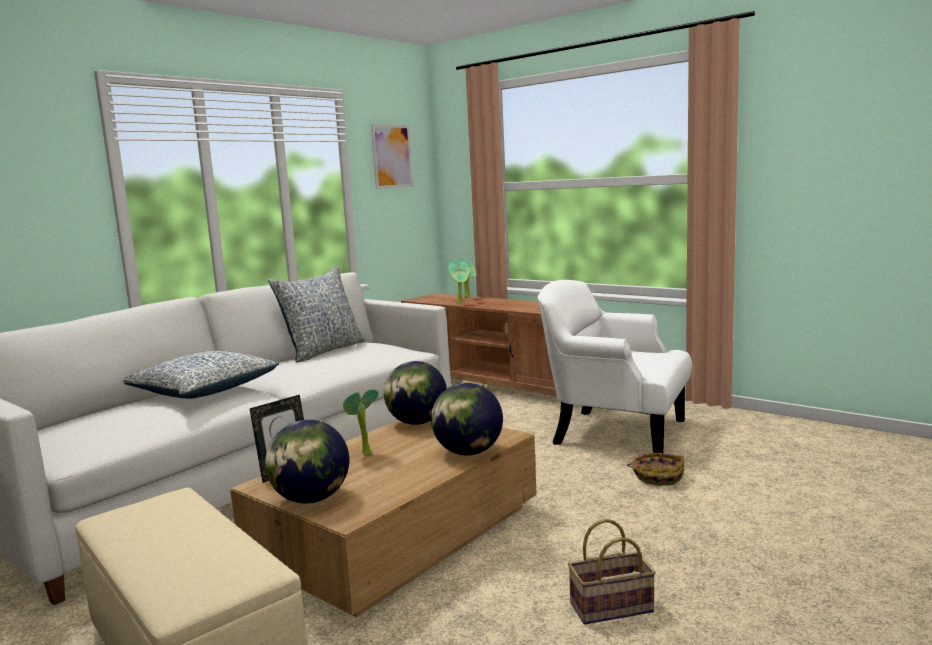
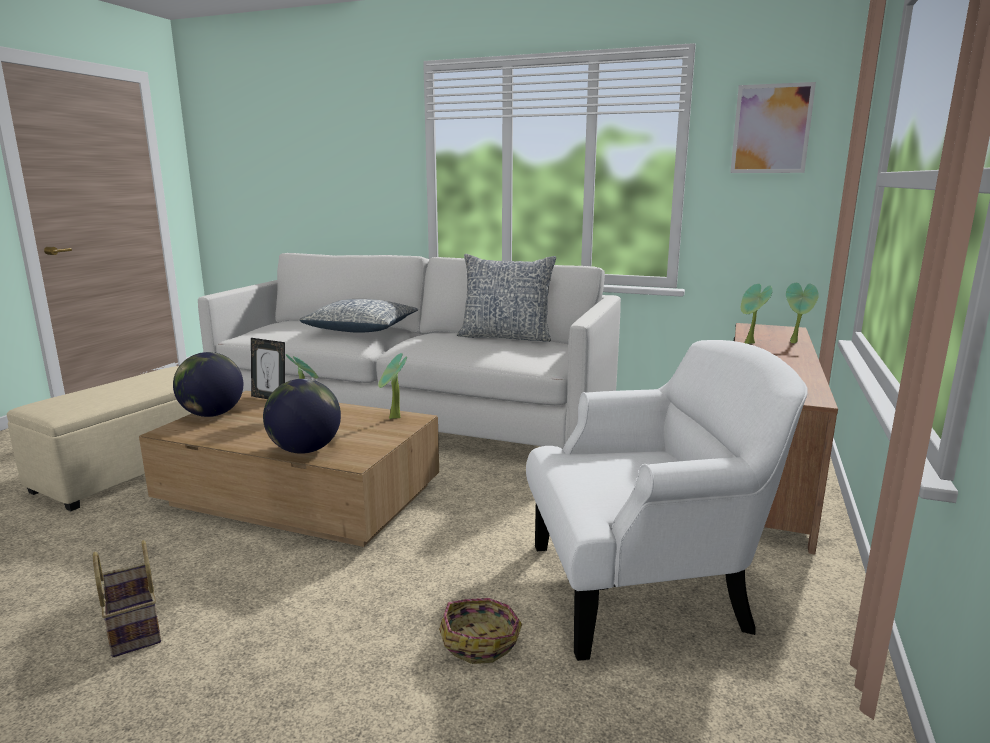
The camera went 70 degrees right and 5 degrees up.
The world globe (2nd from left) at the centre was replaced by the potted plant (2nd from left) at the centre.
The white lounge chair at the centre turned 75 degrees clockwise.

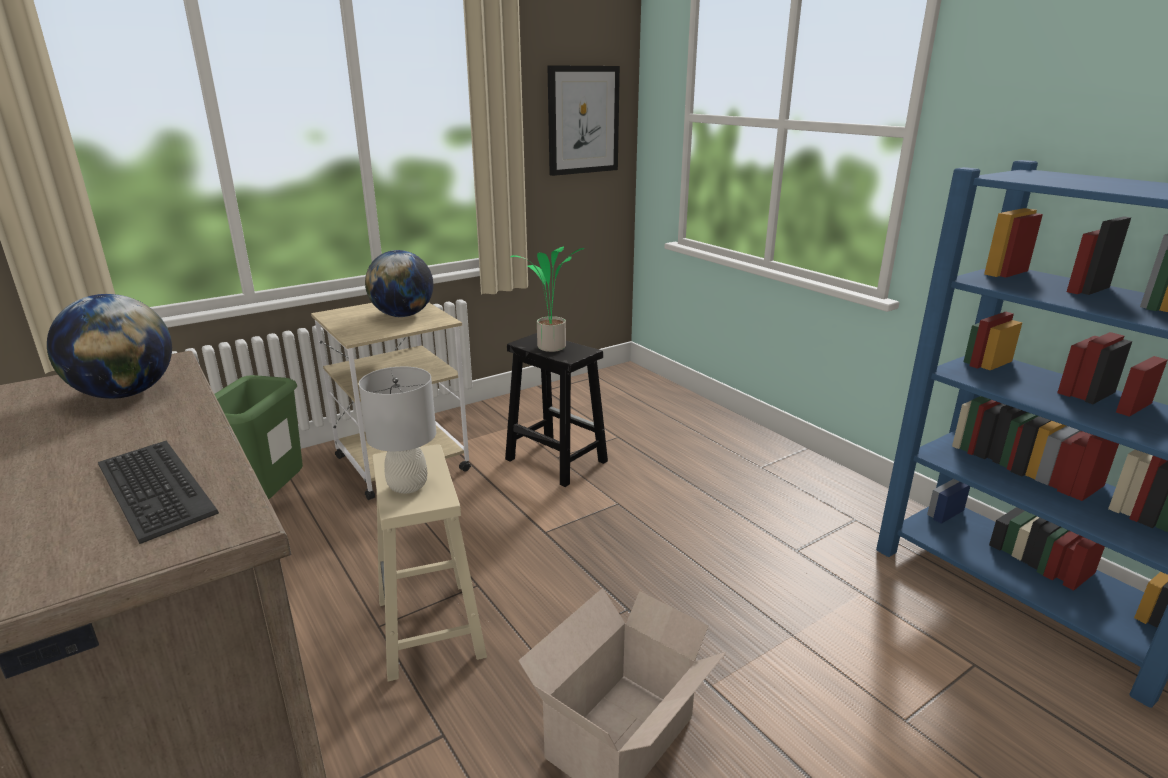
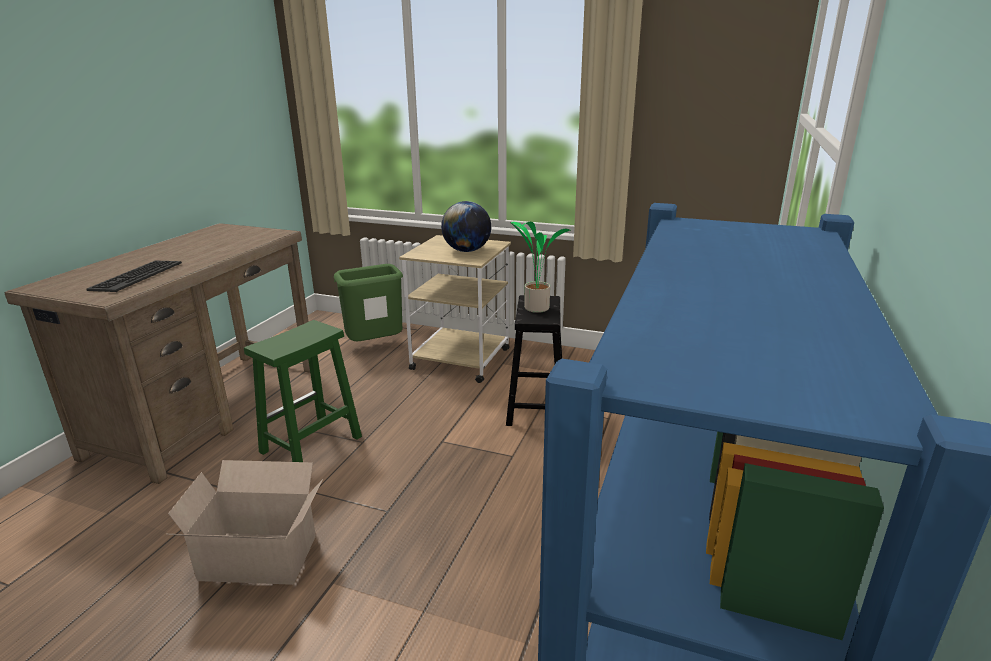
The camera went 55 degrees right and 0 degrees up.
The world globe (1st from left) at the middle left disappeared.
The greyish lamp for a table at the centre disappeared.
The beige-coloured stool seat at the bottom centre became the greenish stool seat at the middle left.
The wall art at the top centre disappeared.

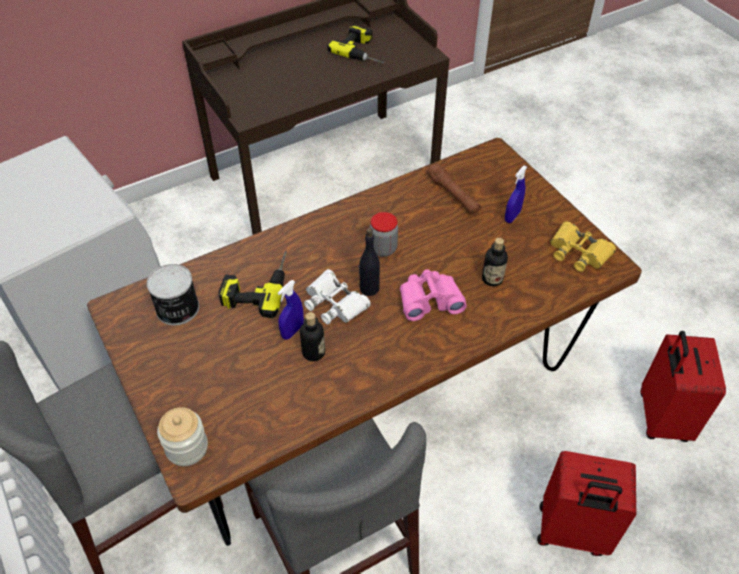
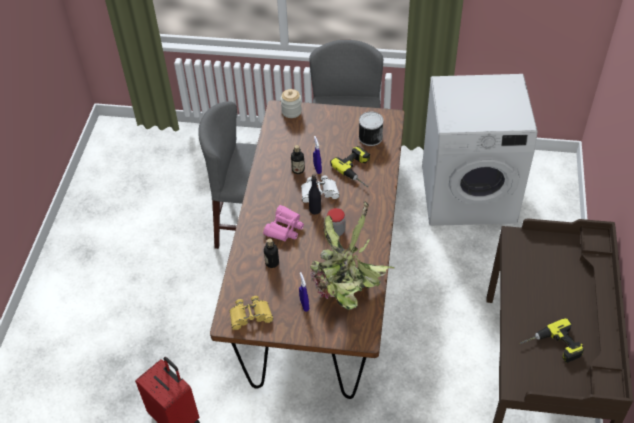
The camera went 130 degrees right and 0 degrees up.
The brown-coloured flashlight at the top centre was replaced by the potted plant at the centre.
The red suitcase (1st from left) at the bottom right disappeared.

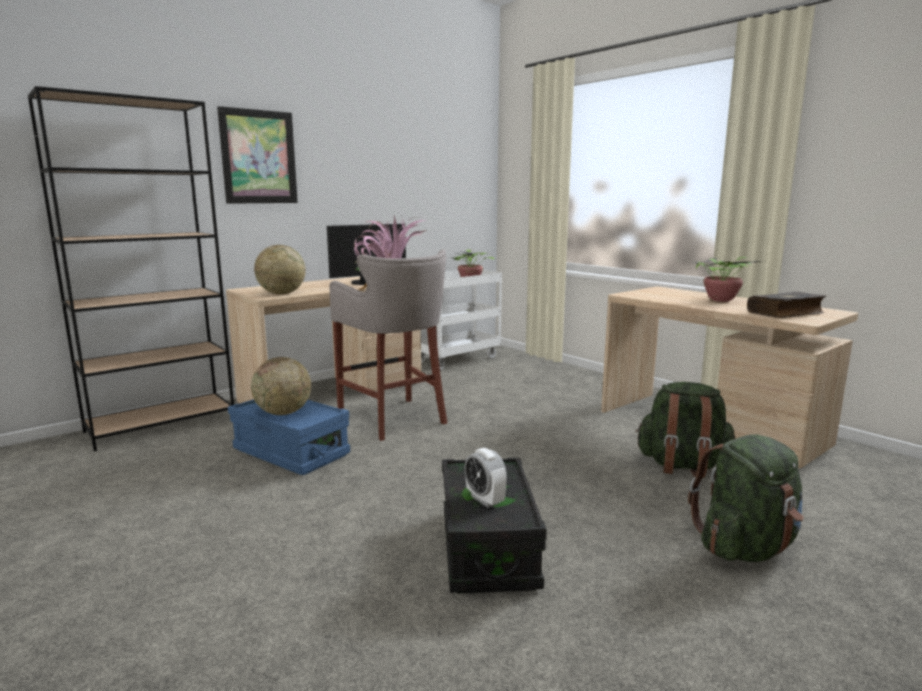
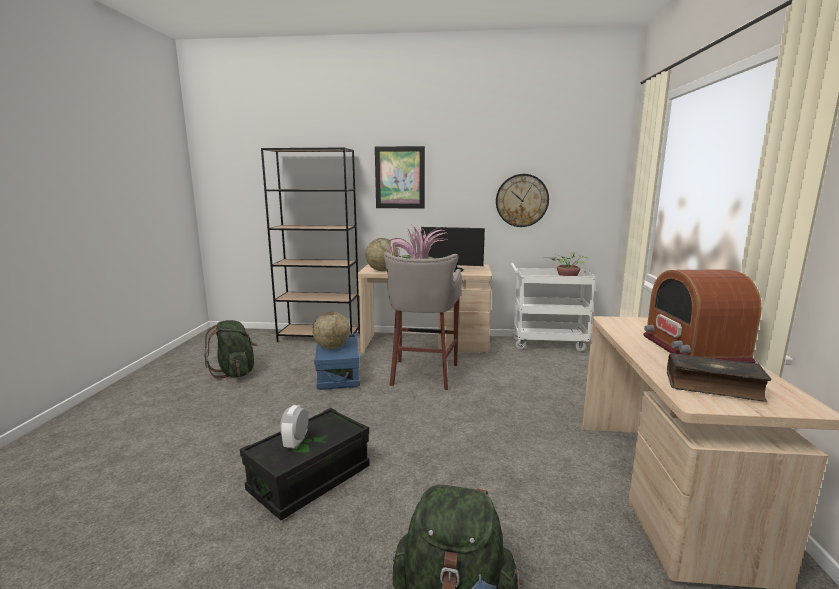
The camera went 45 degrees right and 0 degrees up.
The greenish rucksack (1st from left) moved from the middle right to the middle left.
The potted plant (3rd from left) at the middle right was replaced by the radio receiver at the middle right.
The hanging clock at the centre appeared.

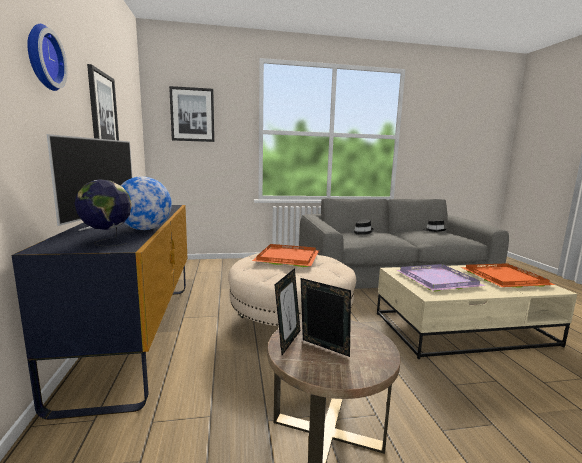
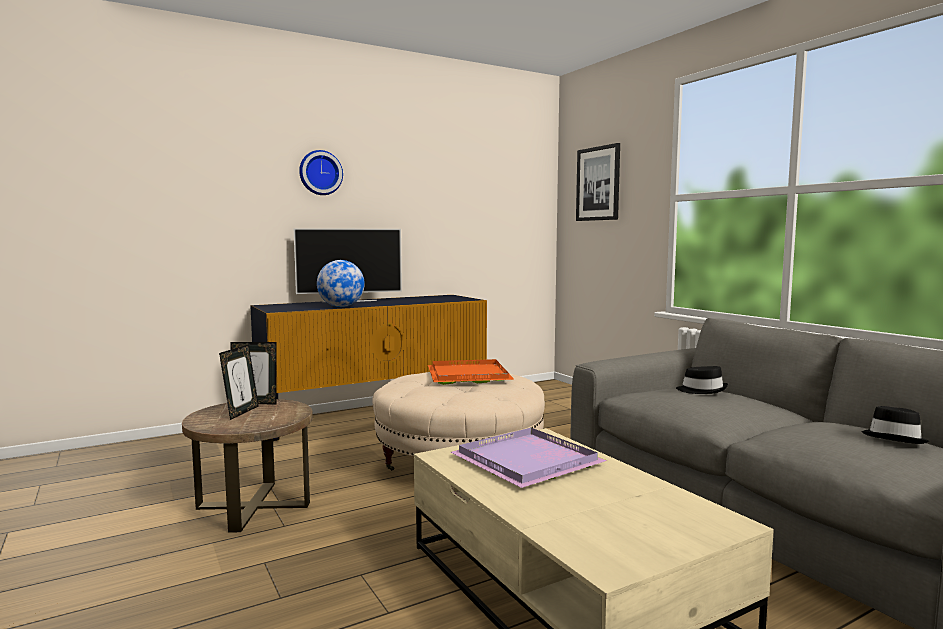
The camera went 70 degrees right and 5 degrees down.
The world globe (1st from left) at the middle left disappeared.
The wall art (1st from left) at the top left disappeared.
The orangey carrying tray (2nd from left) at the middle right disappeared.

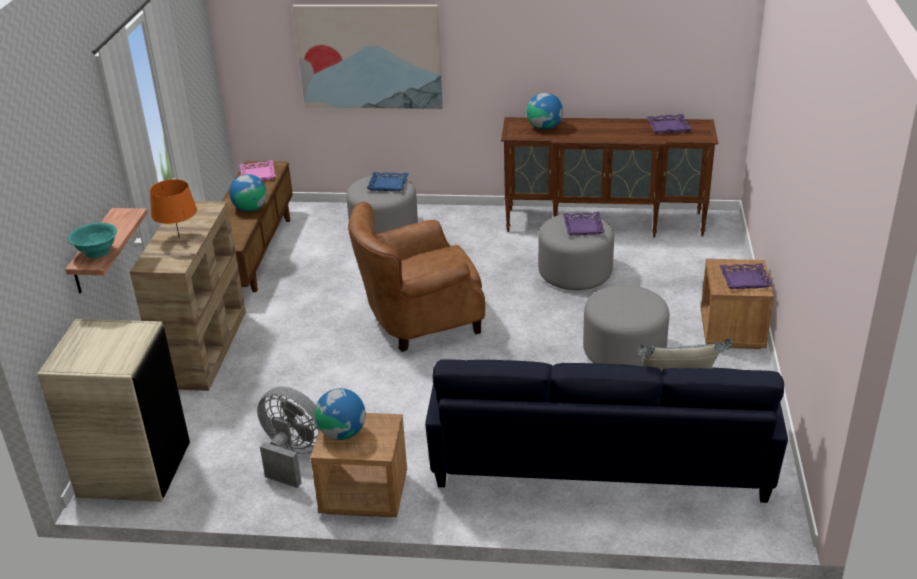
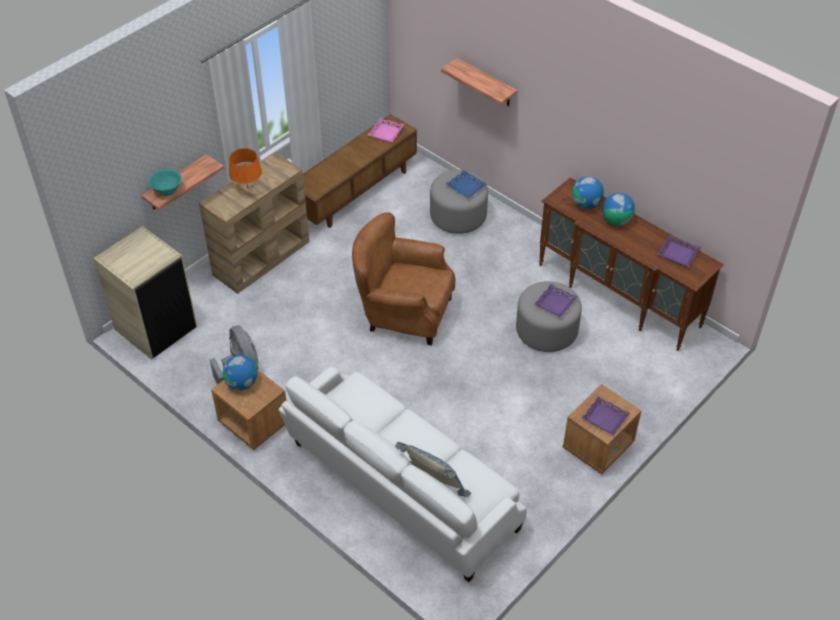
The camera went 35 degrees right and 15 degrees up.
The world globe (1st from left in the first image) moved from the middle left to the middle right.
The wall art at the top centre was replaced by the wall shelf (2nd from left) at the top centre.
The blue-coloured settee at the bottom centre became the white settee at the bottom centre.
The greyish footrest (3rd from left) at the middle right disappeared.

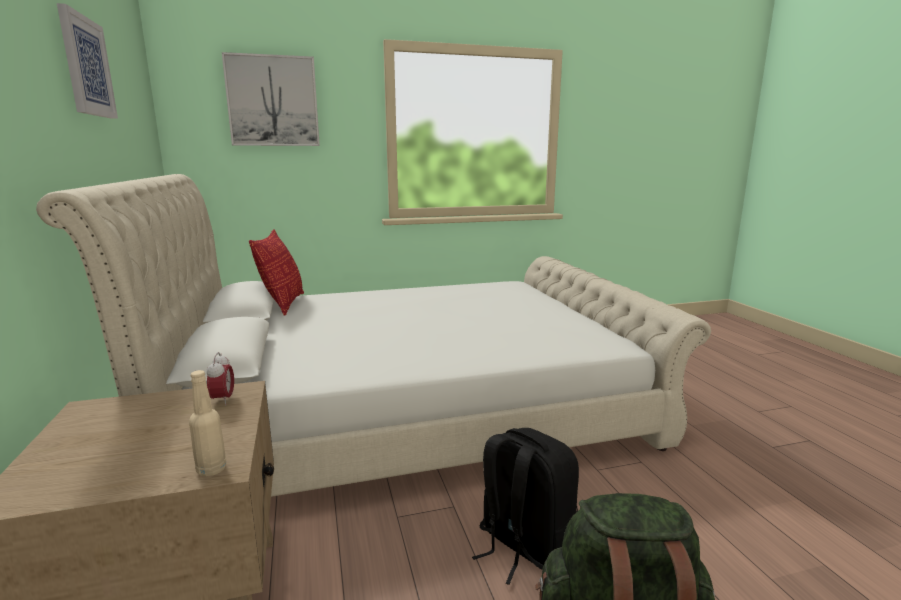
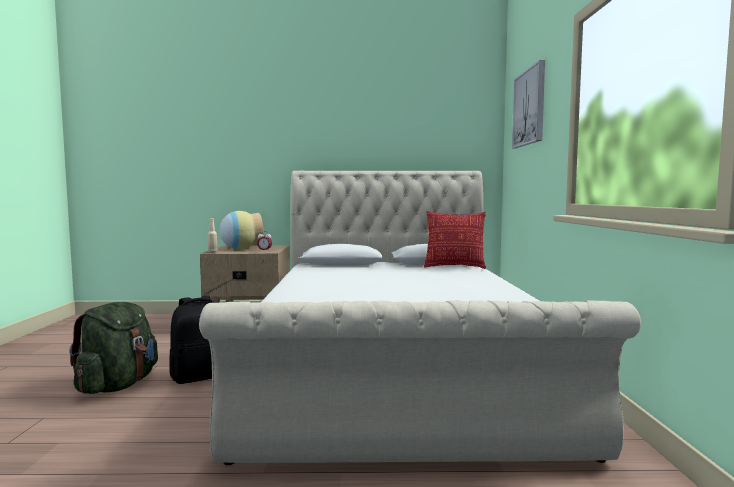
The camera went 105 degrees right and 10 degrees down.
The wall art (1st from left) at the top left disappeared.
The decorative vase at the middle left appeared.

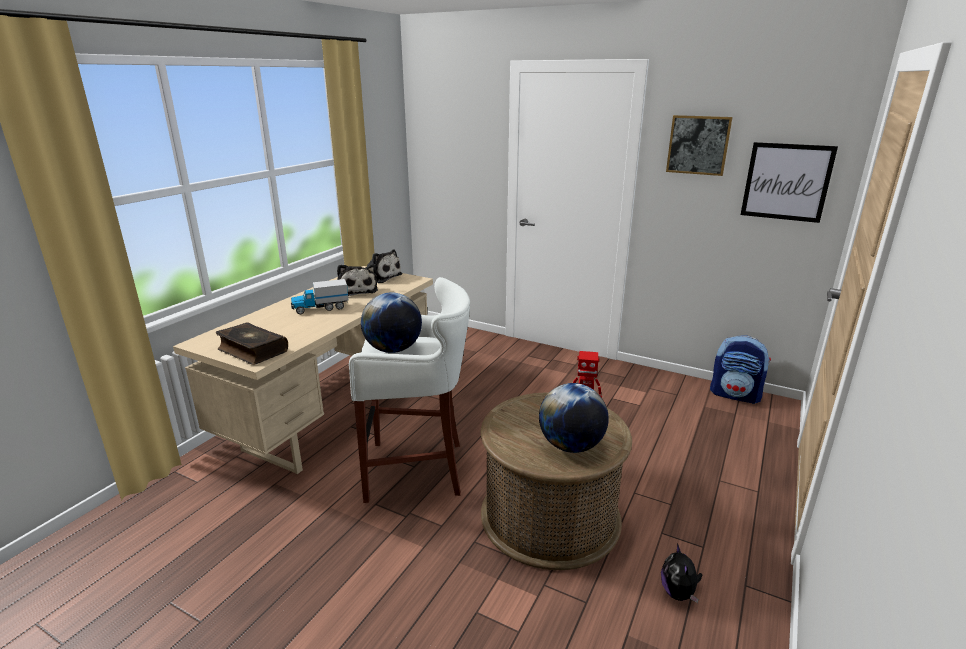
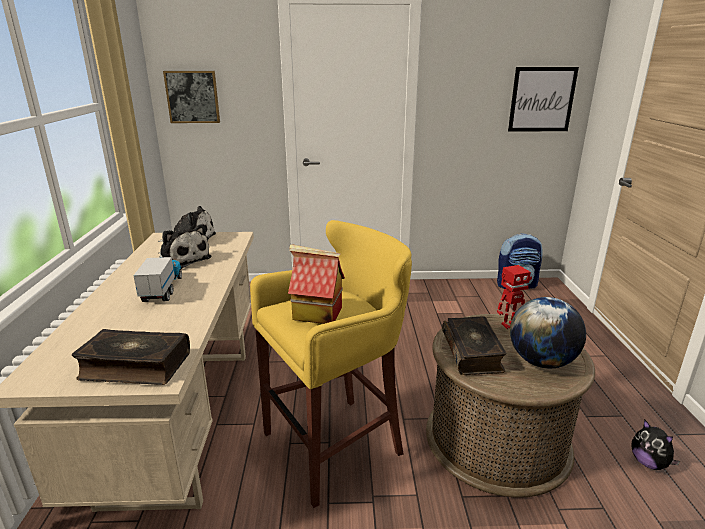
The camera went 30 degrees left and 0 degrees up.
The toy truck at the middle left turned 135 degrees clockwise.
The white stool seat at the centre became the yellow-coloured stool seat at the bottom centre.
The world globe (1st from left) at the centre was replaced by the toy house at the centre.
The wall art (1st from left) moved from the top right to the top left.
The volume (2nd from left) at the middle right appeared.

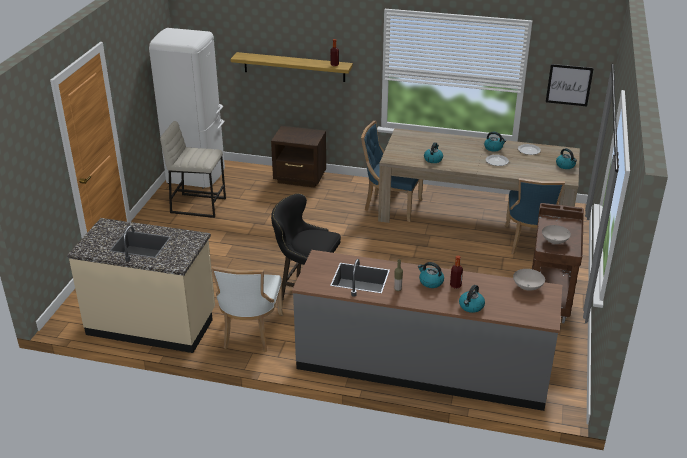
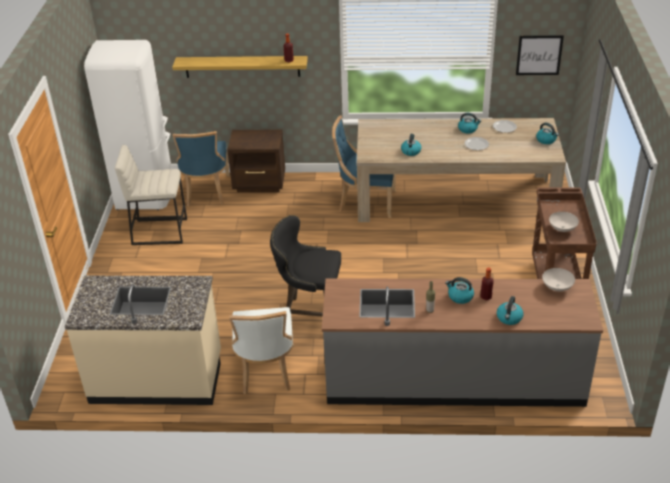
The camera went 10 degrees left and 5 degrees up.
The blue-coloured plain chair (2nd from left in the first image) moved from the middle right to the middle left.

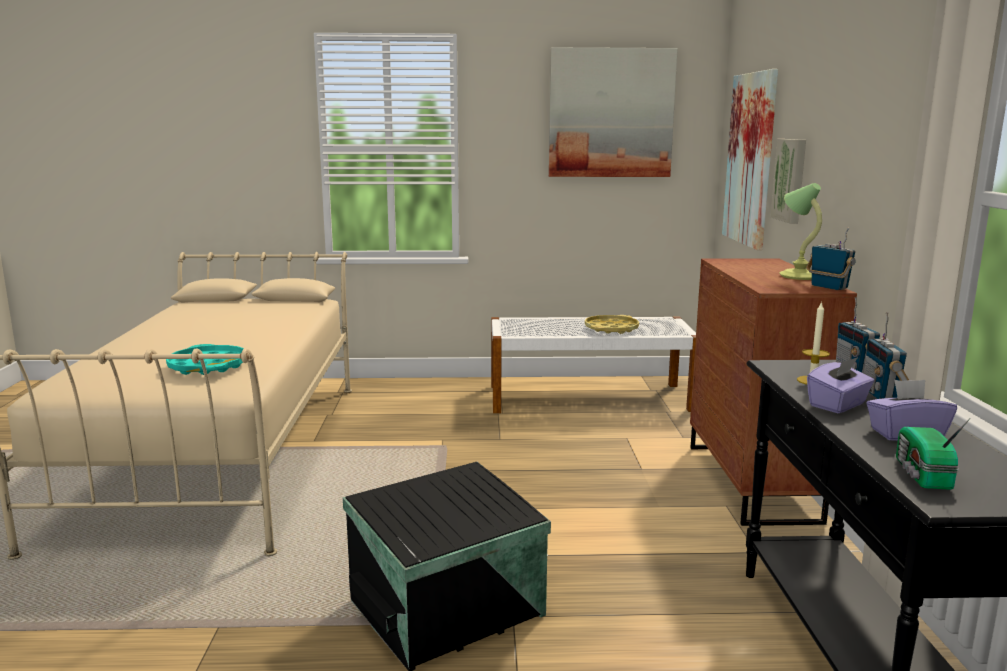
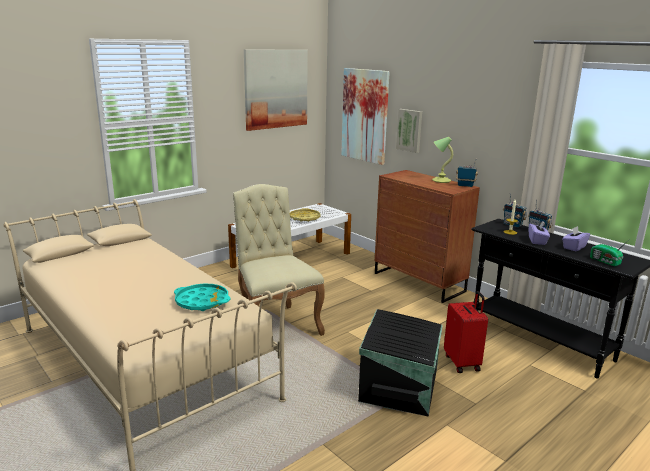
The camera went 40 degrees left and 5 degrees up.
The beige-coloured plain chair at the centre appeared.
The red suitcase at the bottom right appeared.

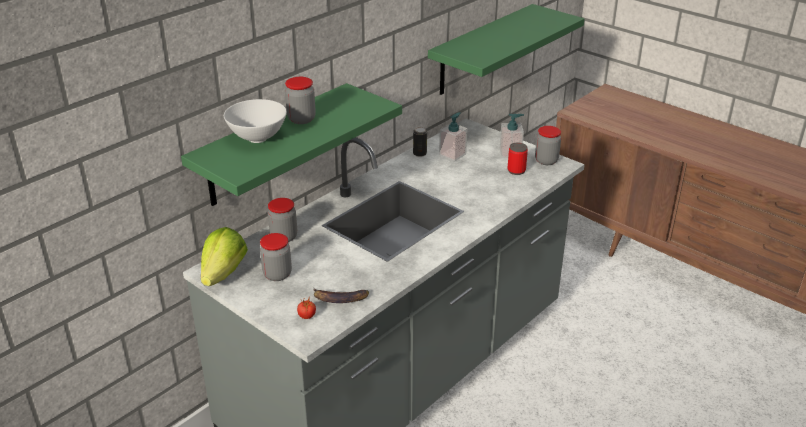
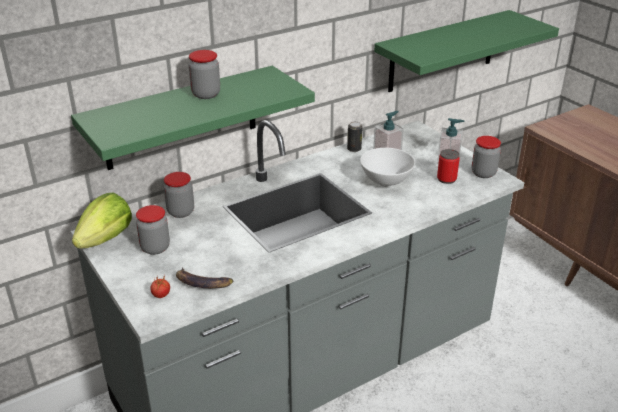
The camera went 15 degrees right and 0 degrees up.
The white serving bowl moved from the top left to the centre.

